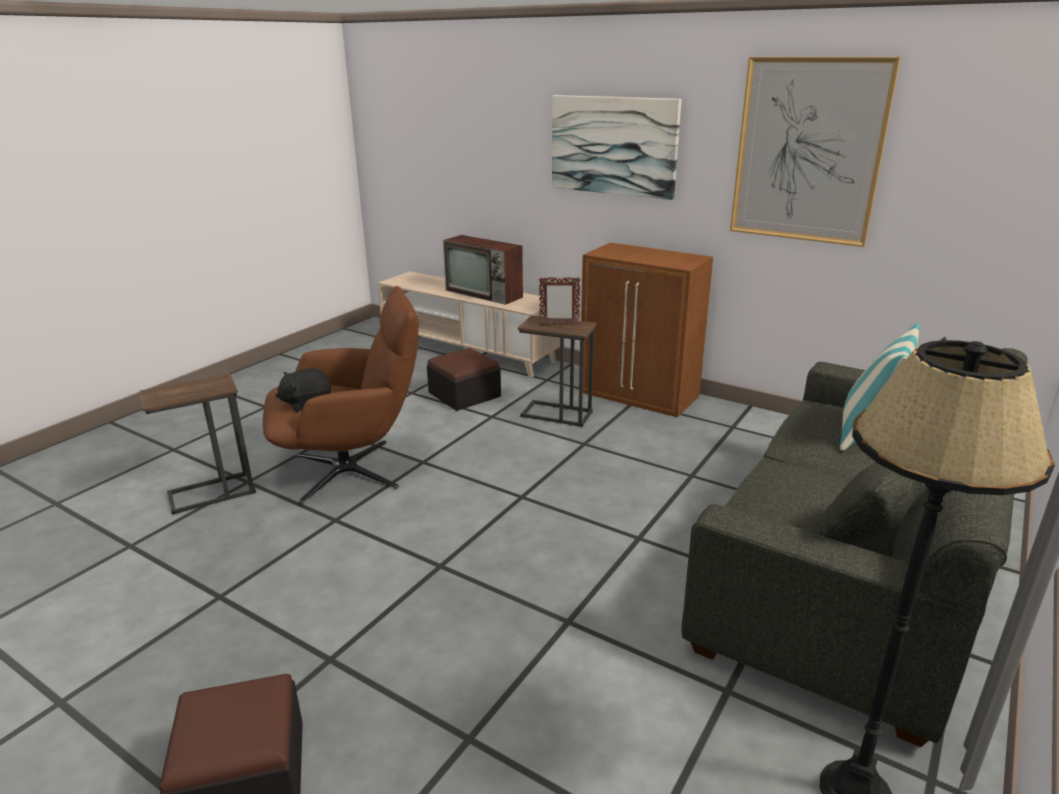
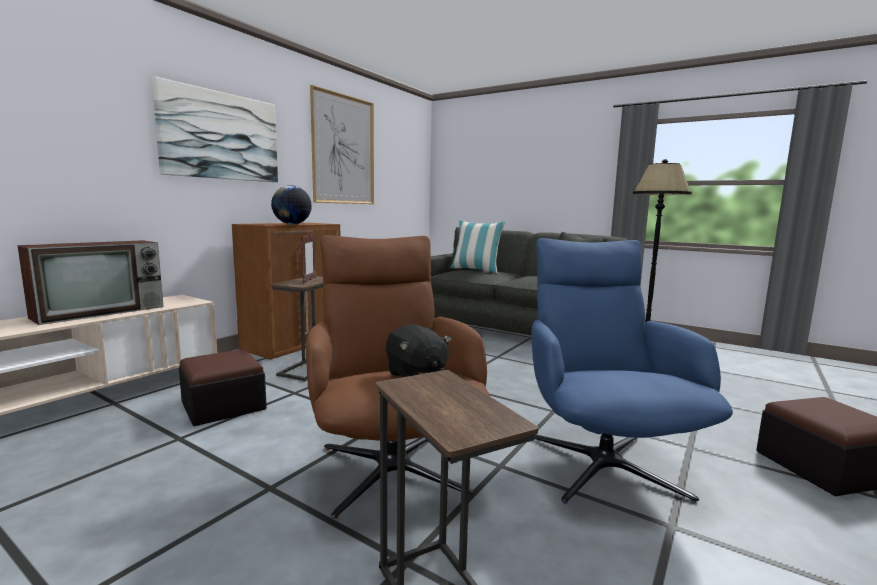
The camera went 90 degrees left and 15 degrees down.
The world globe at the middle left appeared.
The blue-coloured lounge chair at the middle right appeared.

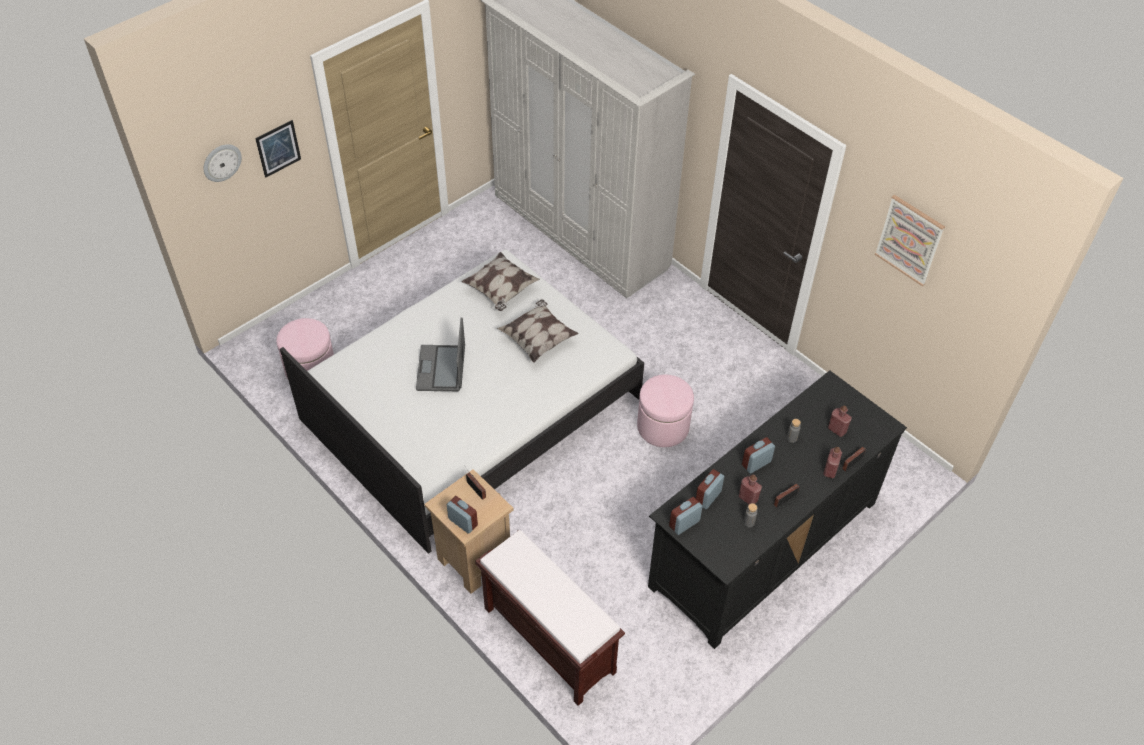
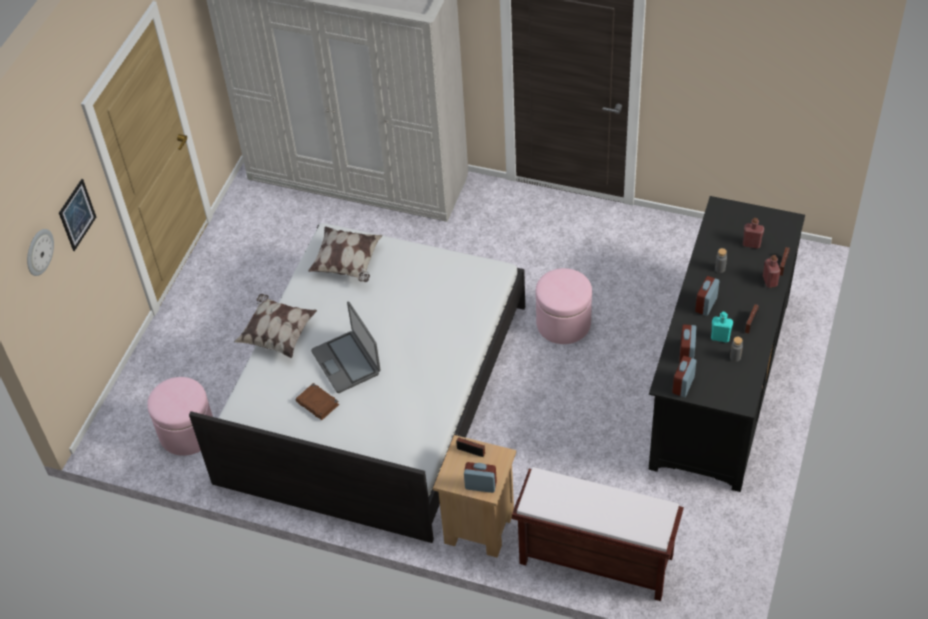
The camera went 25 degrees left and 0 degrees up.
The pillow (2nd from left in the first image) moved from the centre to the middle left.
The red bottle (1st from left) at the centre became the turquoise-coloured bottle at the middle right.
The wall art (2nd from left) at the top right disappeared.
The brown-coloured volume at the centre appeared.

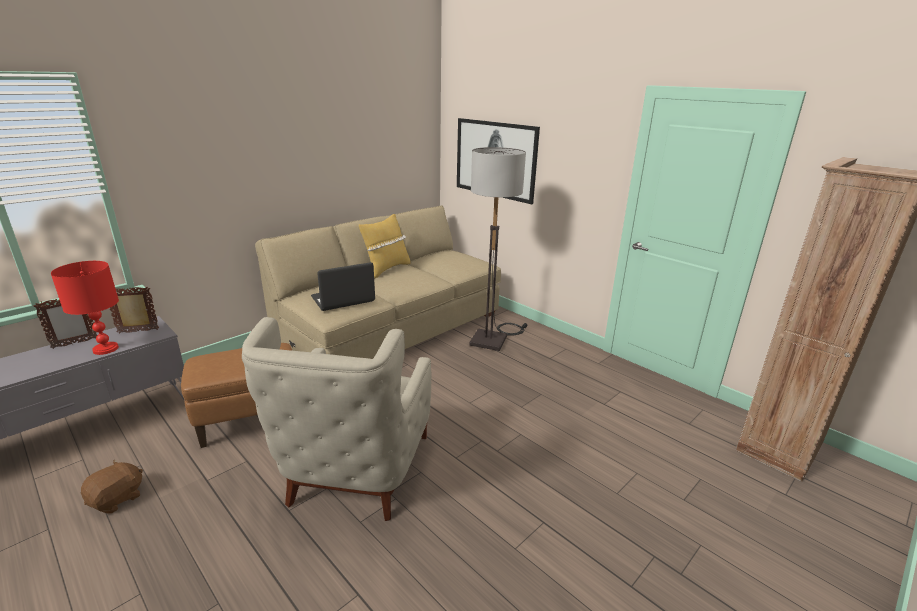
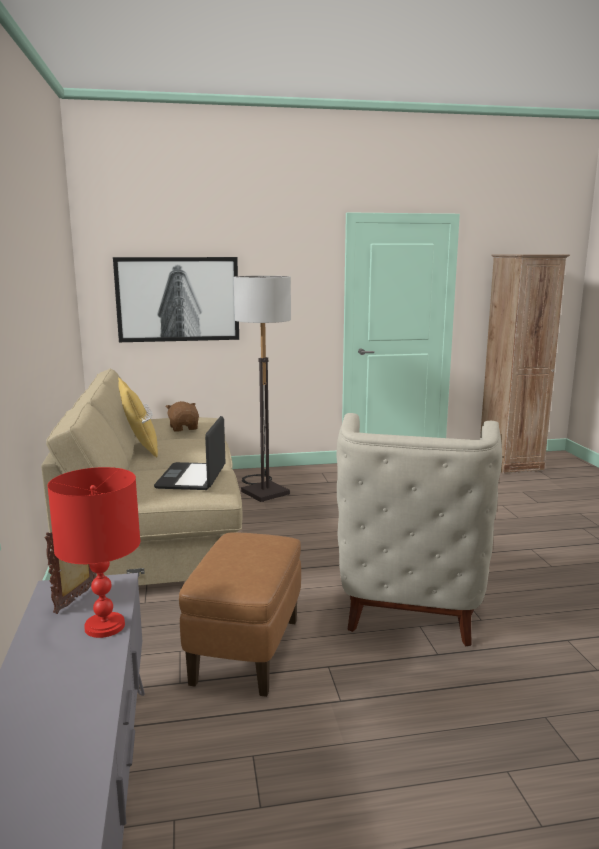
The camera went 55 degrees left and 10 degrees down.
The photo frame (1st from left) at the middle left disappeared.
The brown-coloured cuddly toy moved from the bottom left to the middle left.
The beige-coloured lounge chair at the bottom centre turned 60 degrees clockwise.

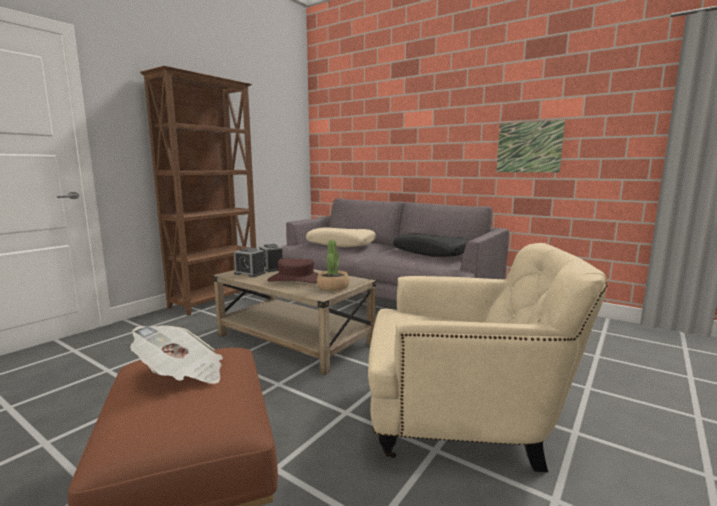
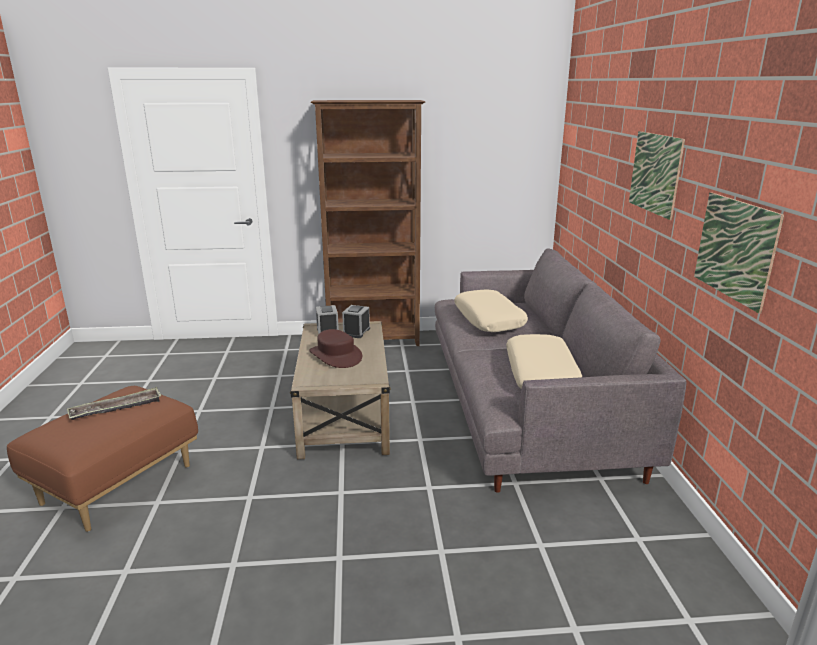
The camera went 50 degrees right and 10 degrees up.
The daily paper at the bottom left was replaced by the carrying tray at the middle left.
The potted plant at the centre disappeared.
The beige-coloured lounge chair at the bottom right disappeared.
The blackish pillow at the centre became the beige-coloured pillow (2nd from left) at the centre.
The wall art (1st from left) at the top right appeared.

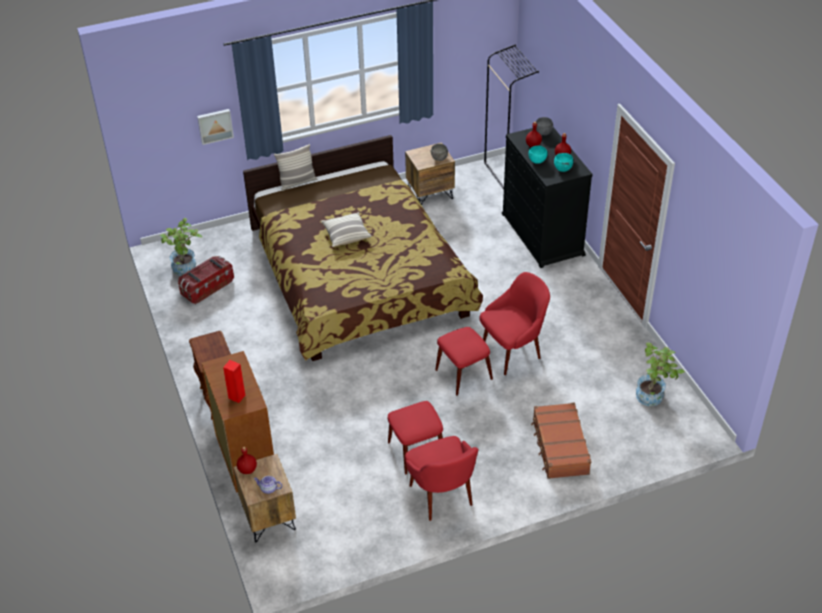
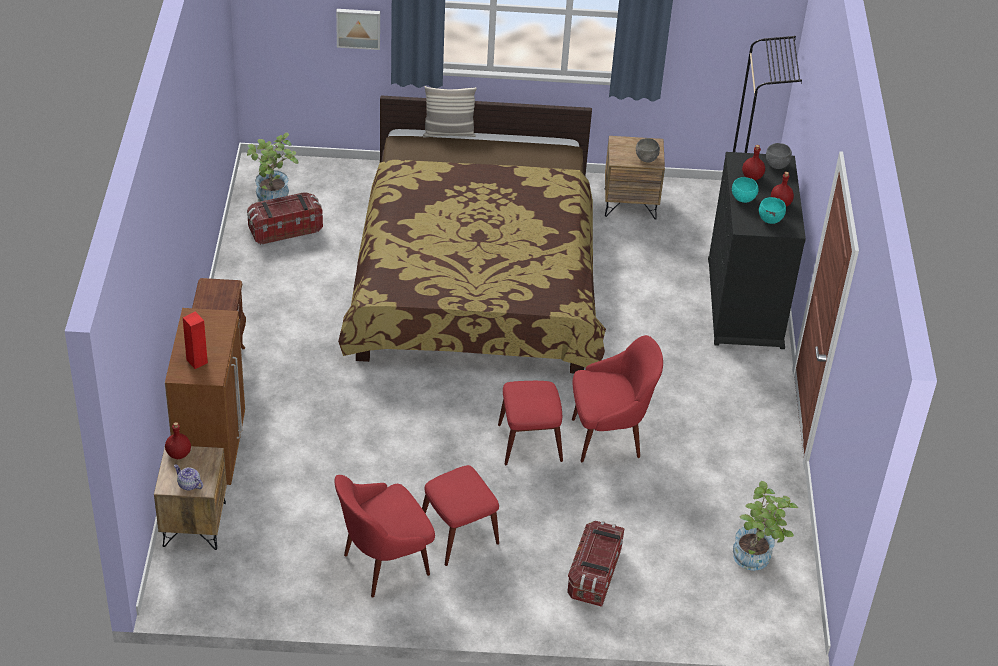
The camera went 20 degrees right and 0 degrees up.
The pillow (2nd from left) at the centre disappeared.
The red lounge chair (1st from left) at the bottom centre turned 60 degrees clockwise.
The brown-coloured suitcase at the bottom right was replaced by the storage container (2nd from left) at the bottom centre.

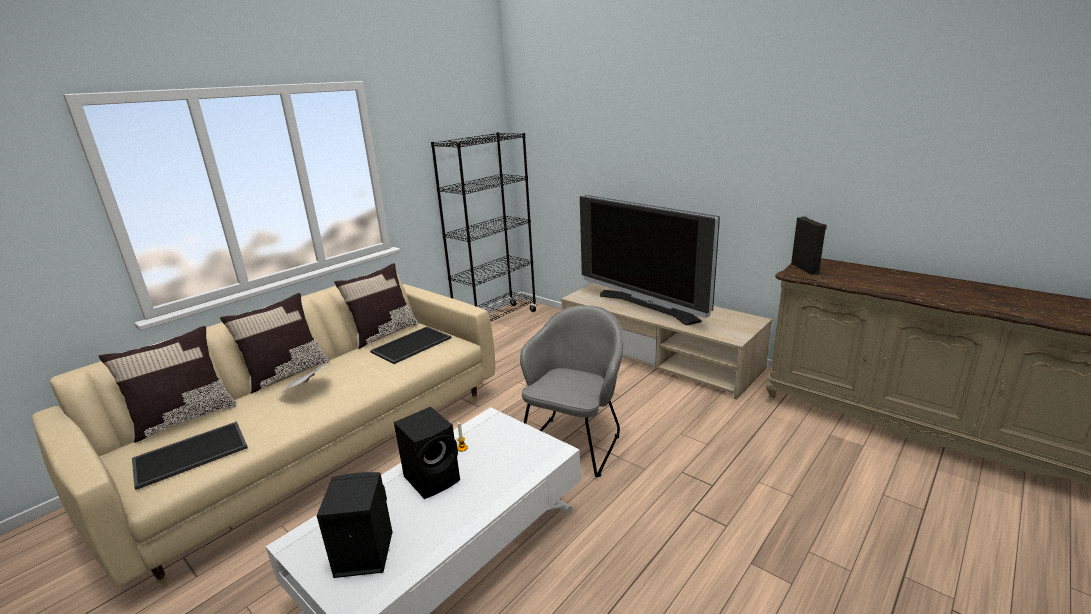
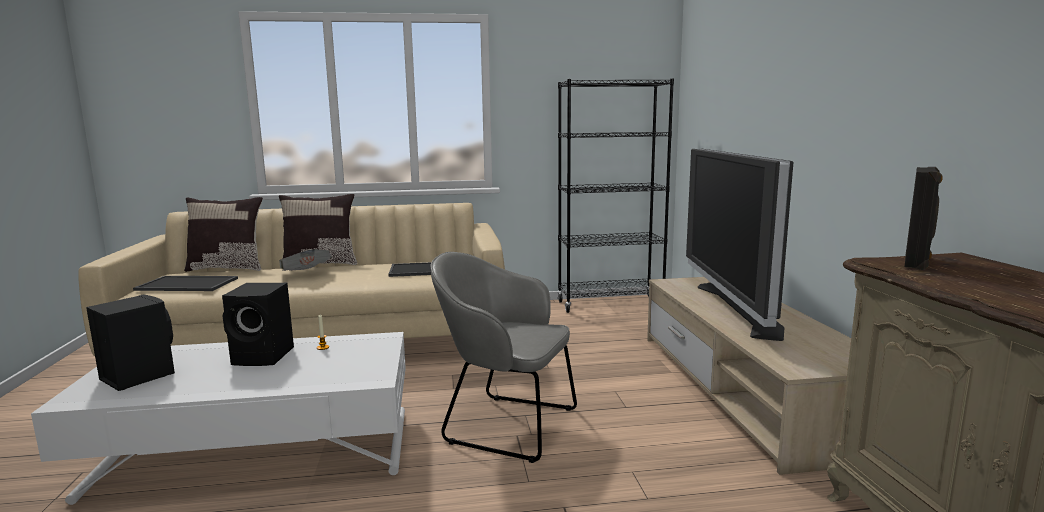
The camera went 40 degrees right and 10 degrees down.
The pillow (3rd from left) at the centre disappeared.
The greyish lounge chair at the centre turned 135 degrees counterclockwise.

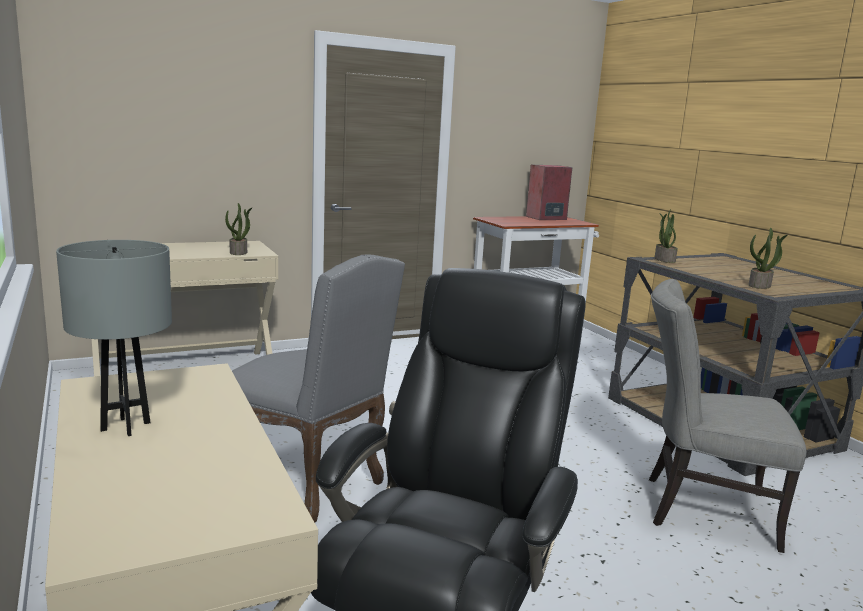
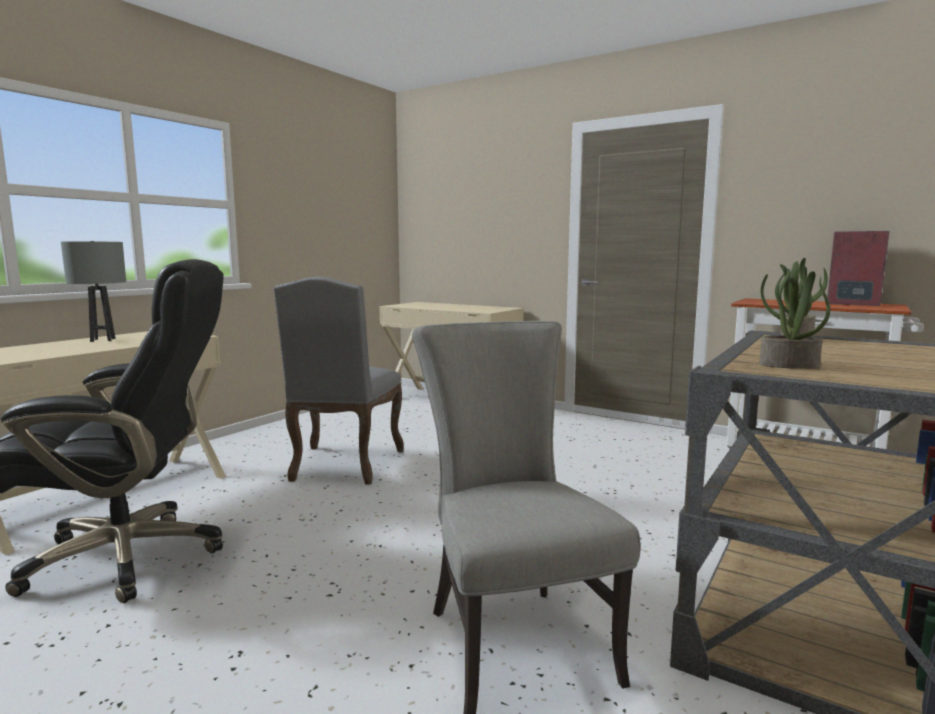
The camera went 60 degrees right and 5 degrees down.
The potted plant (1st from left) at the middle left disappeared.

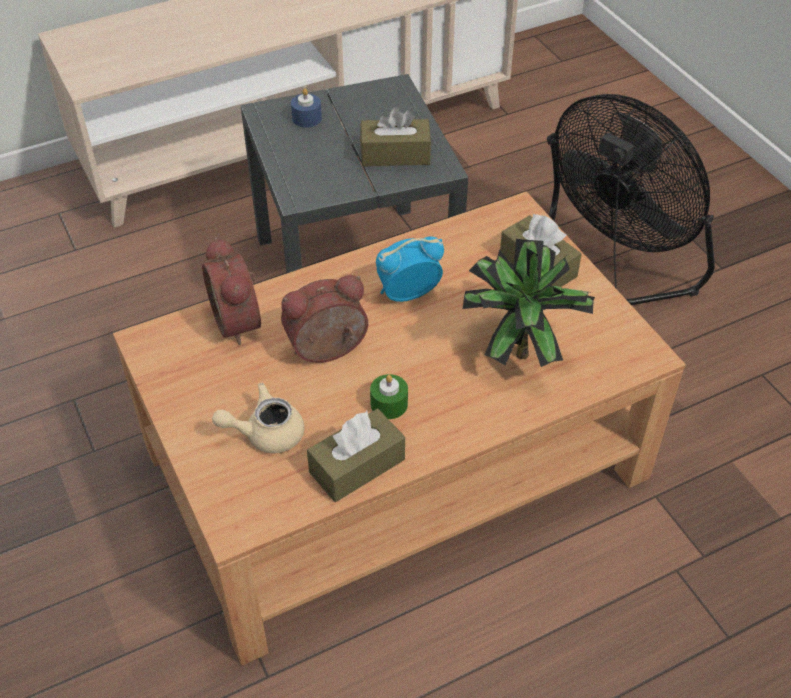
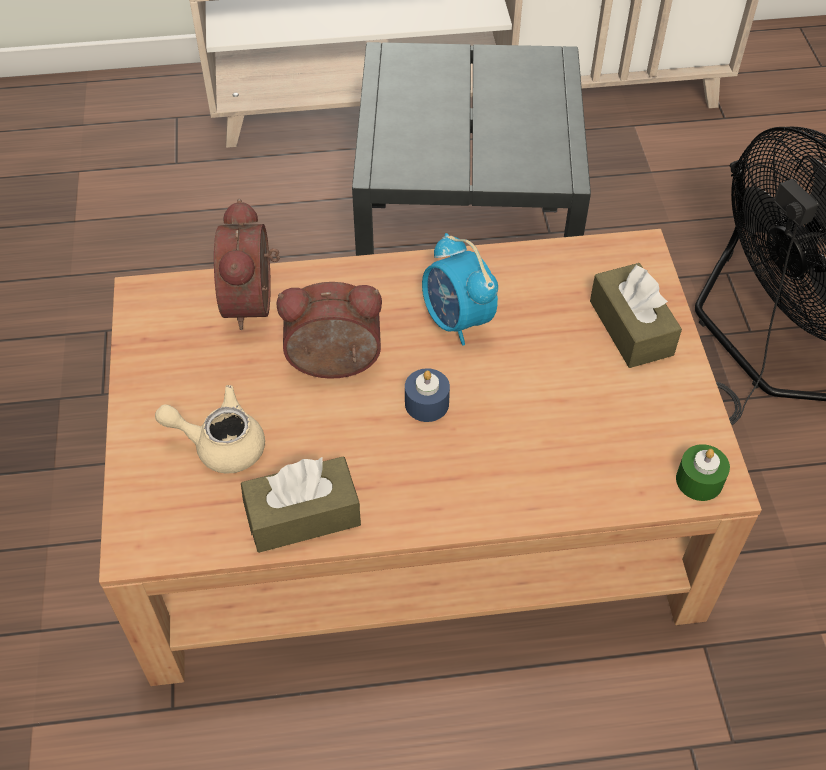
The camera went 20 degrees right and 5 degrees up.
The blue-coloured candle moved from the top centre to the centre.
The brown-coloured tissue box (2nd from left) at the top centre disappeared.
The greenish candle moved from the centre to the middle right.
The table clock (3rd from left) at the centre turned 120 degrees counterclockwise.
The potted plant at the middle right disappeared.

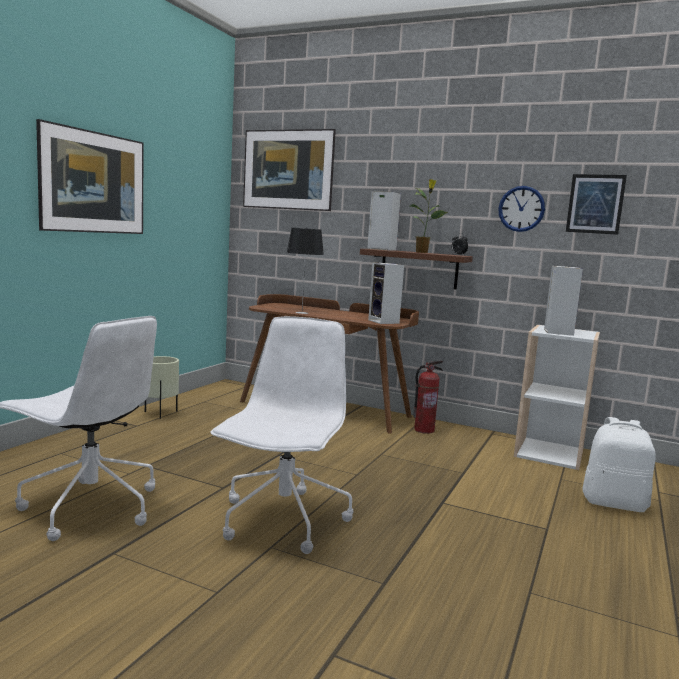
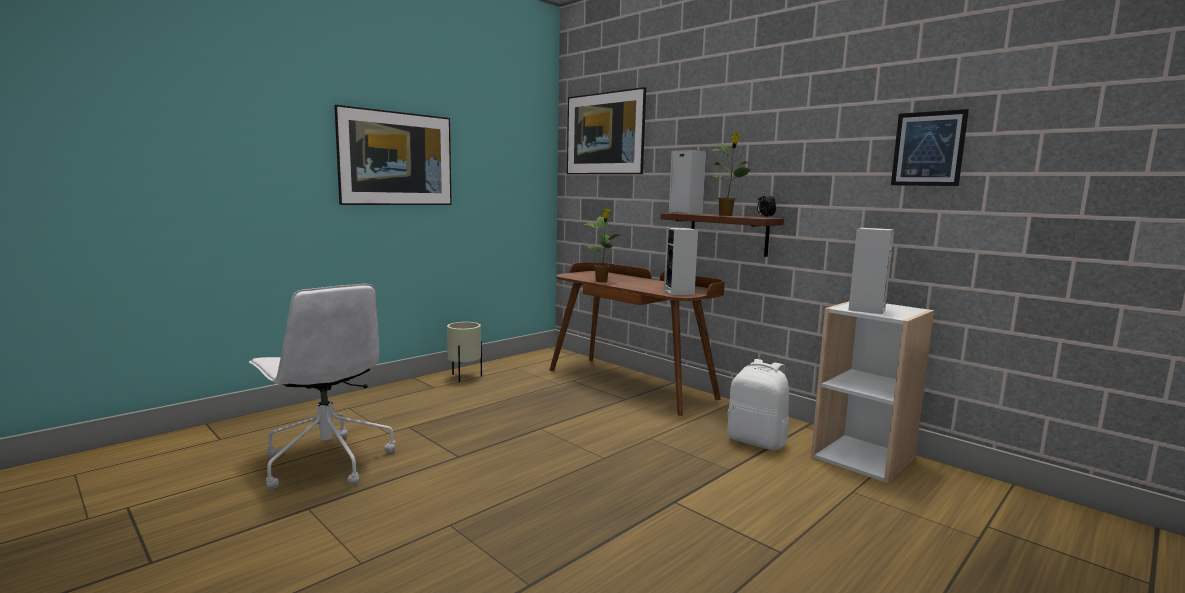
The camera went 20 degrees right and 0 degrees up.
The white desk chair (2nd from left) at the centre disappeared.
The lamp for a table at the centre was replaced by the potted plant (1st from left) at the centre.
The extinguisher at the centre disappeared.
The hanging clock at the top right disappeared.
The white rucksack moved from the bottom right to the bottom centre.

